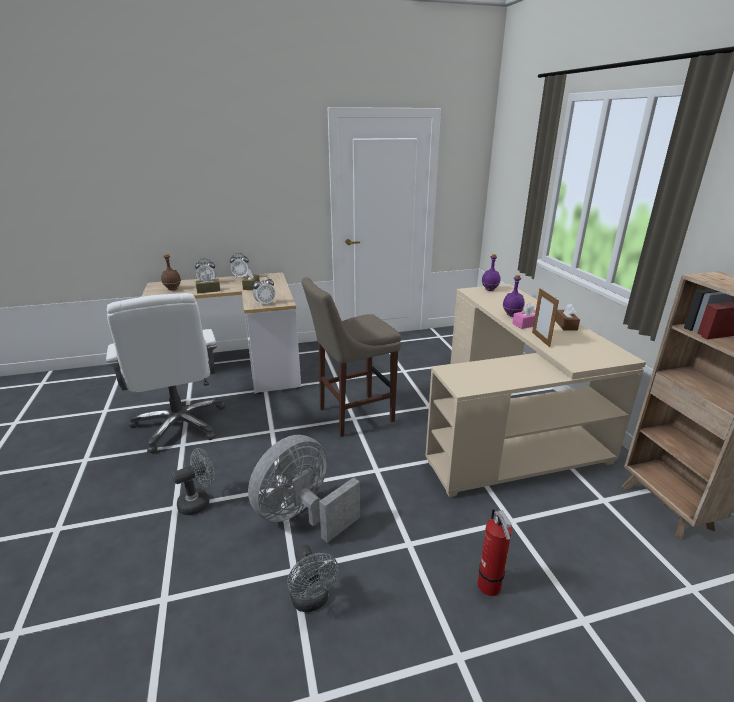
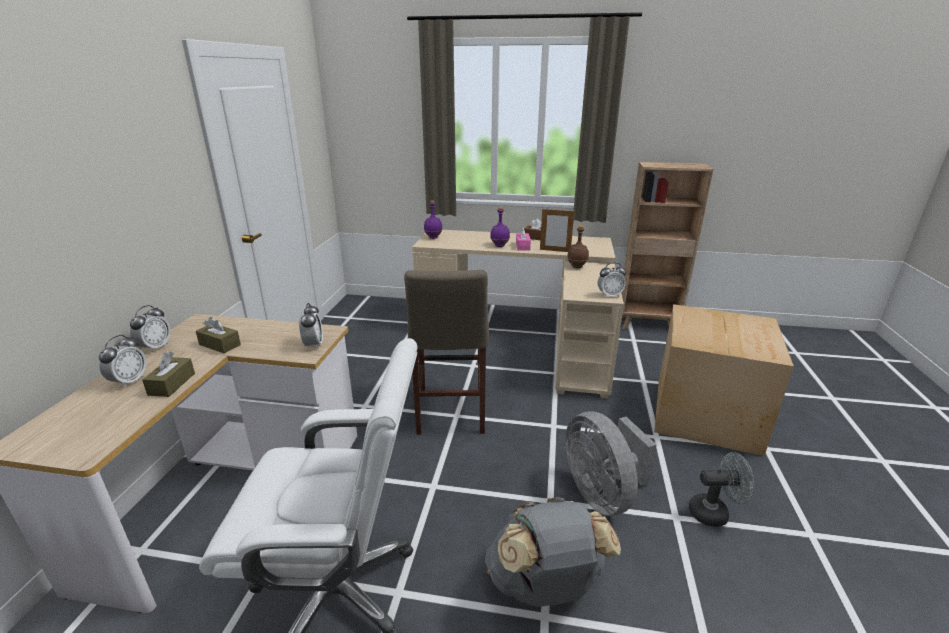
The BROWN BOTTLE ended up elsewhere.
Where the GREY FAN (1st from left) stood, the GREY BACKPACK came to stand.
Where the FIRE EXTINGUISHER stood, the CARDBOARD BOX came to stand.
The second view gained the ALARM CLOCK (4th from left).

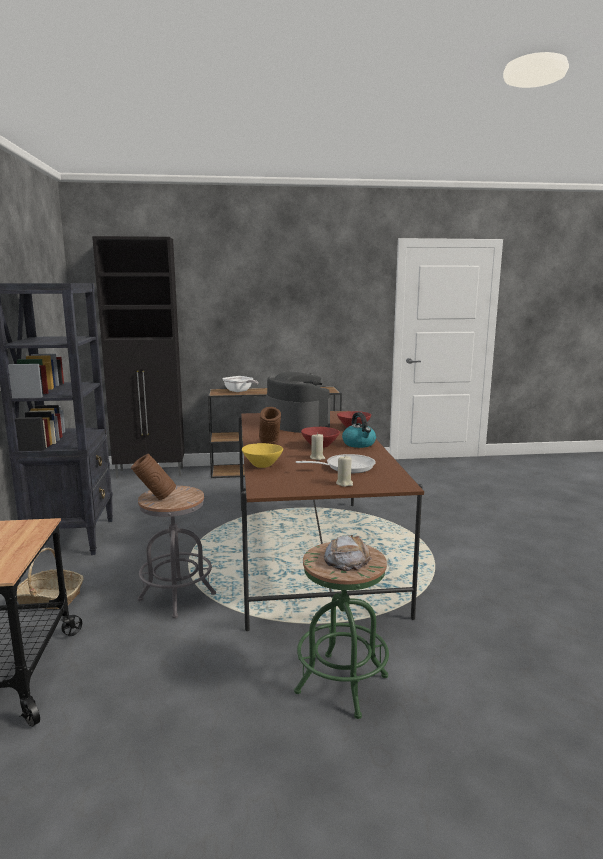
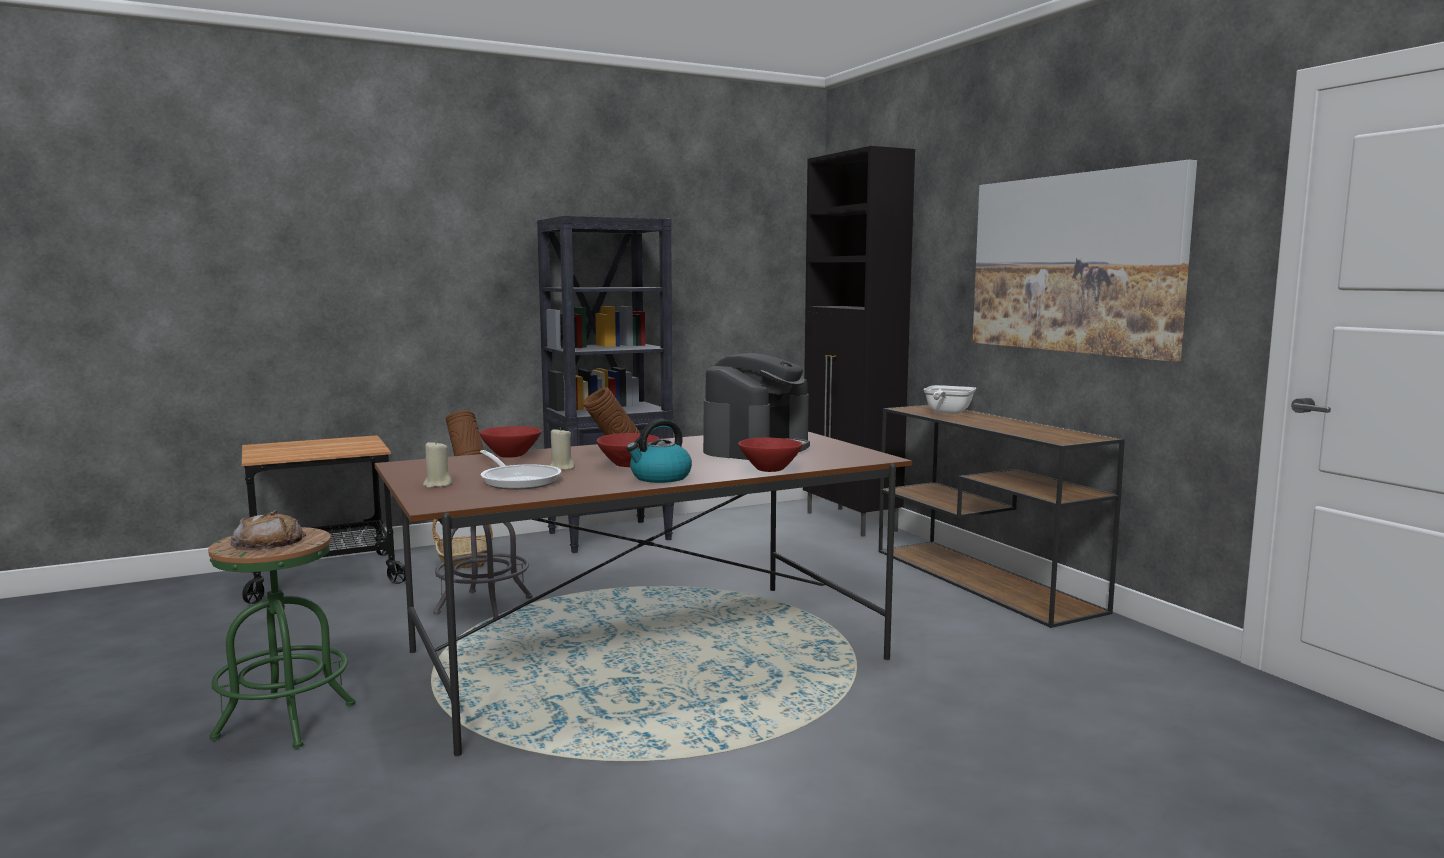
What was the YELLOW BOWL turned into the RED BOWL (1st from left).
The second view gained the PICTURE.

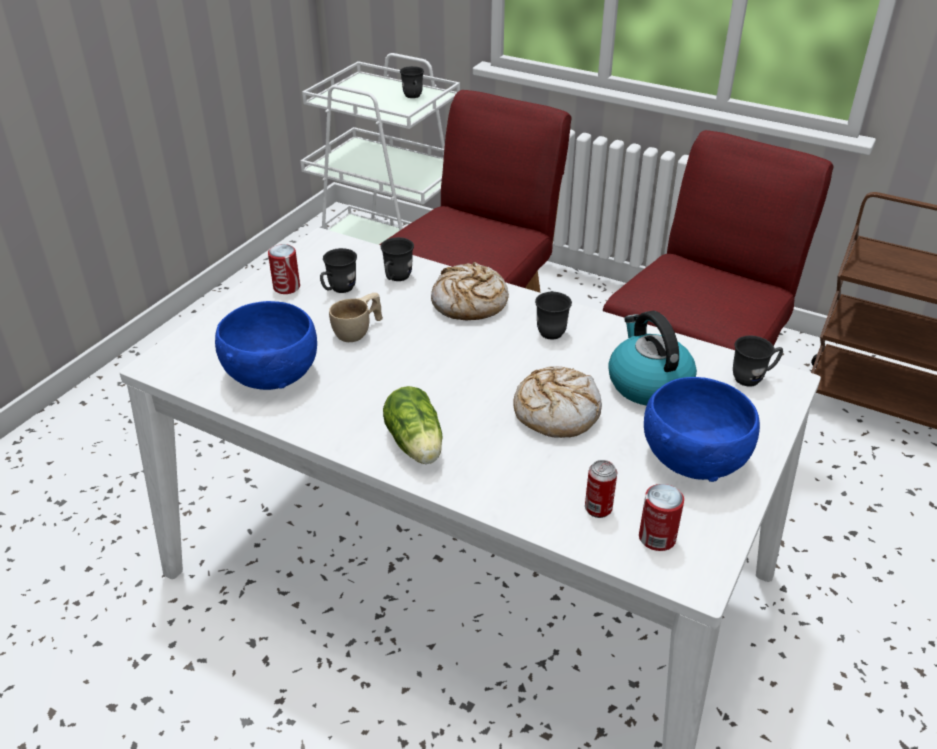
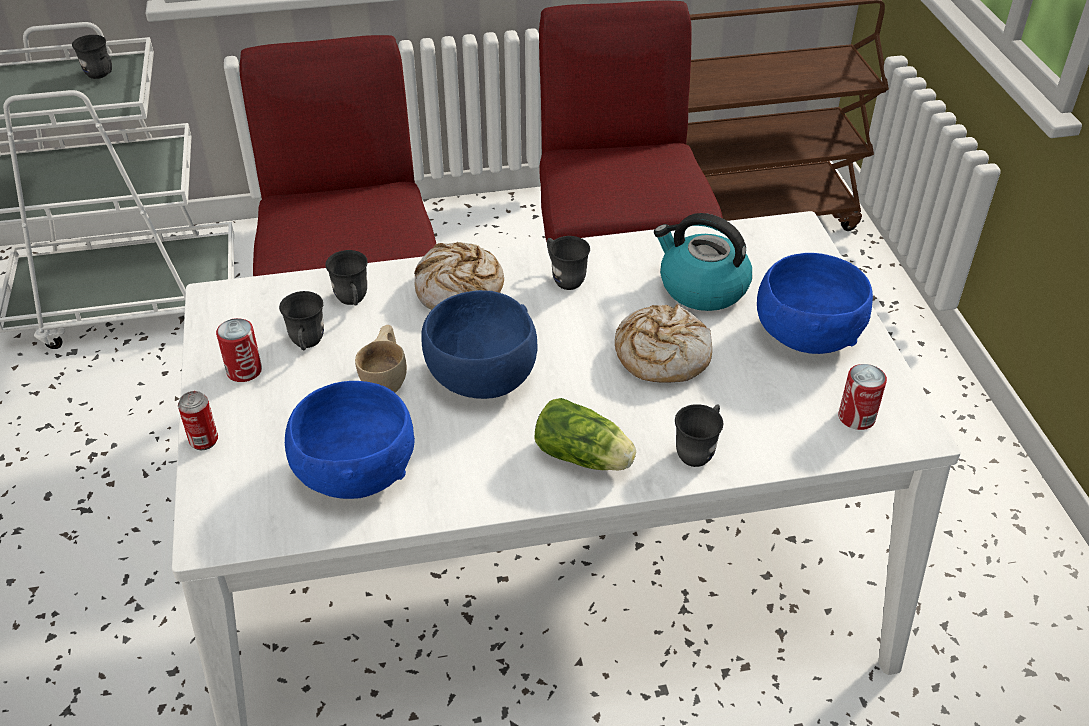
The GREY MUG (5th from left) ended up elsewhere.
The CAN (2nd from left in the first image) ended up elsewhere.
The second view gained the BLUE BOWL (2nd from left).

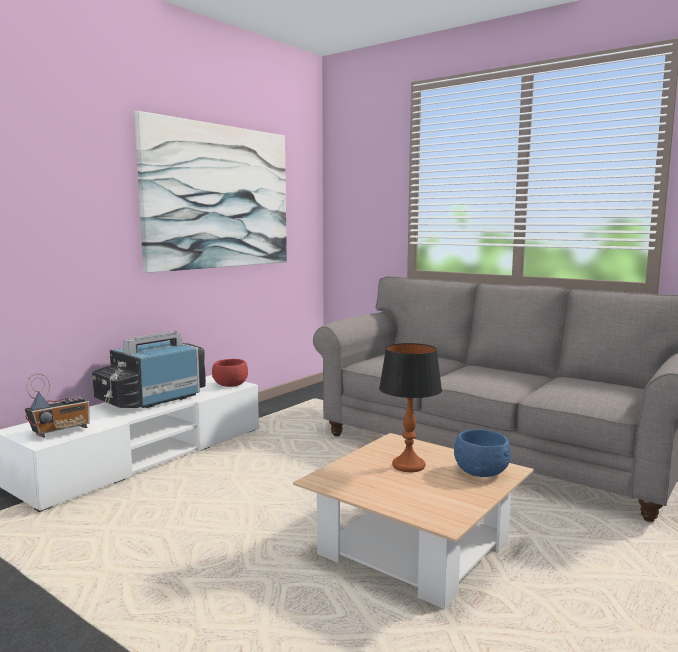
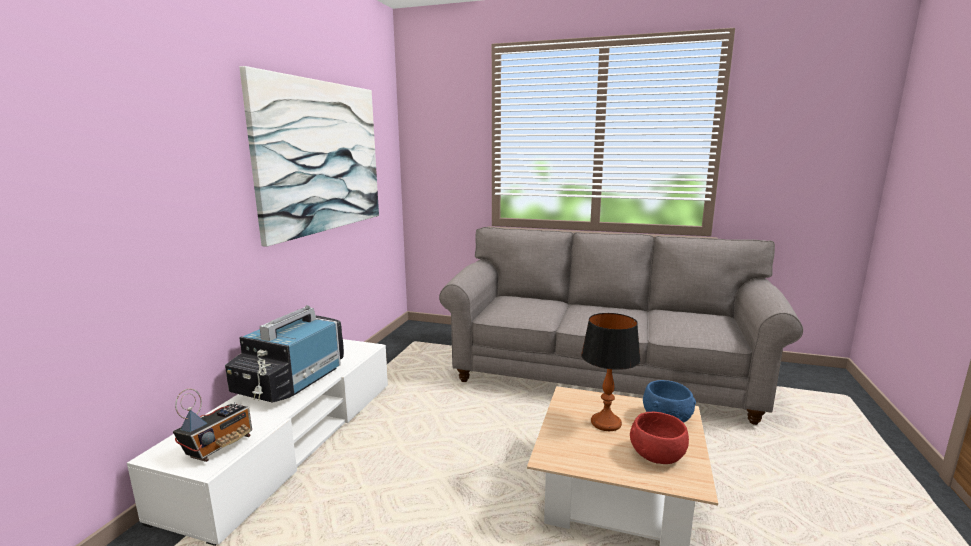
The RED BOWL ended up elsewhere.

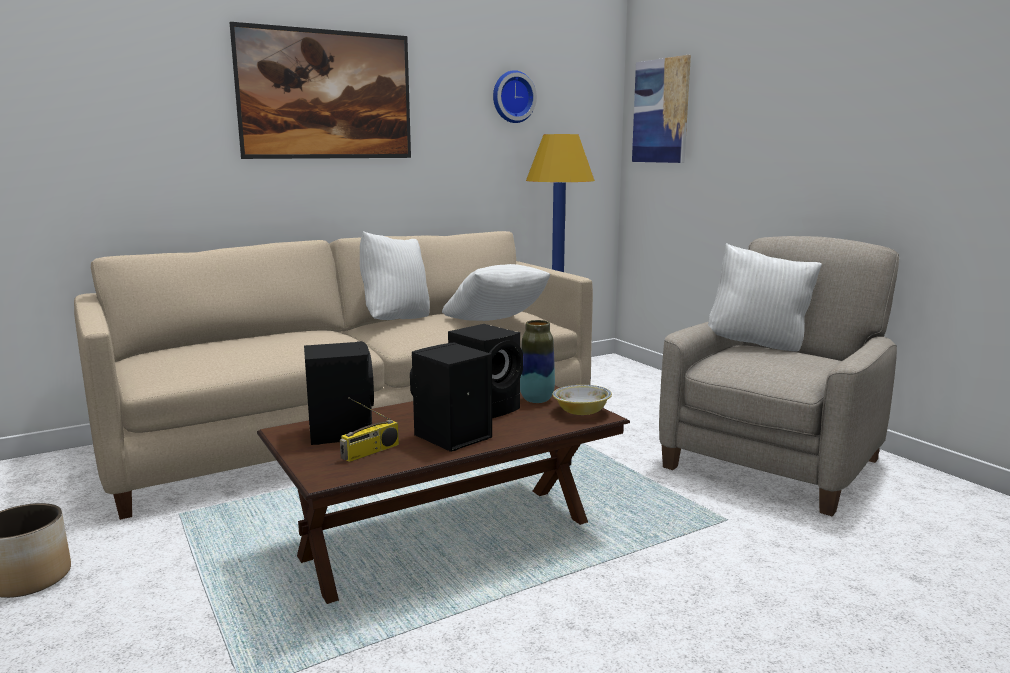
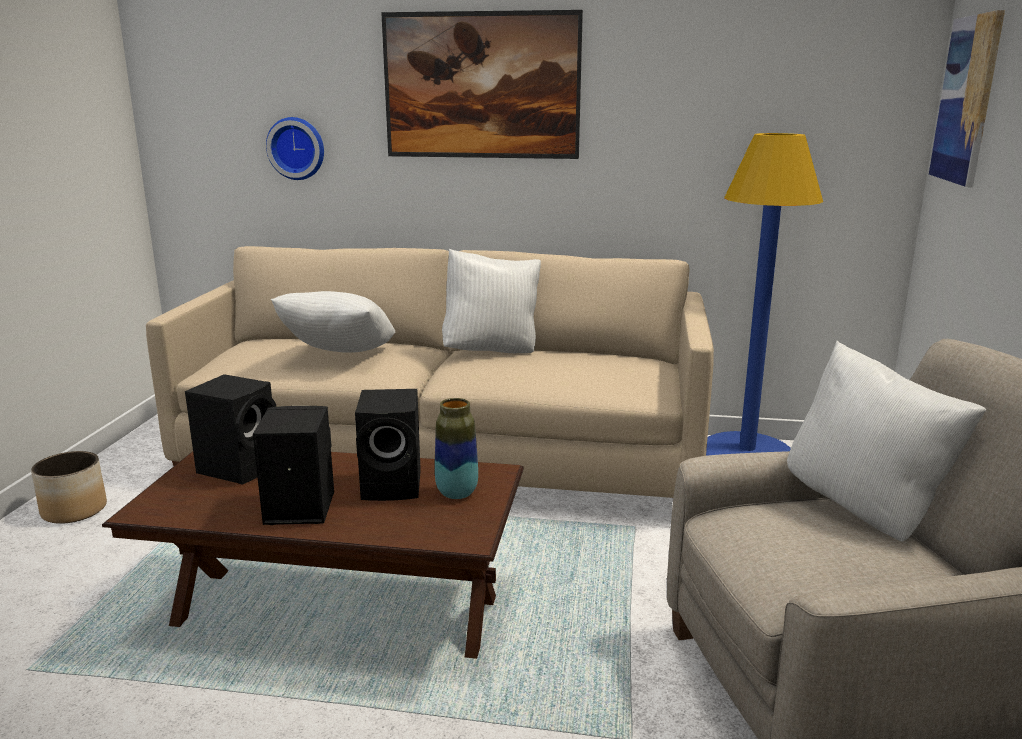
The WALL CLOCK ended up elsewhere.
The WHITE PILLOW (2nd from left in the first image) ended up elsewhere.
The second view lost the BOWL.
The second view lost the RADIO.

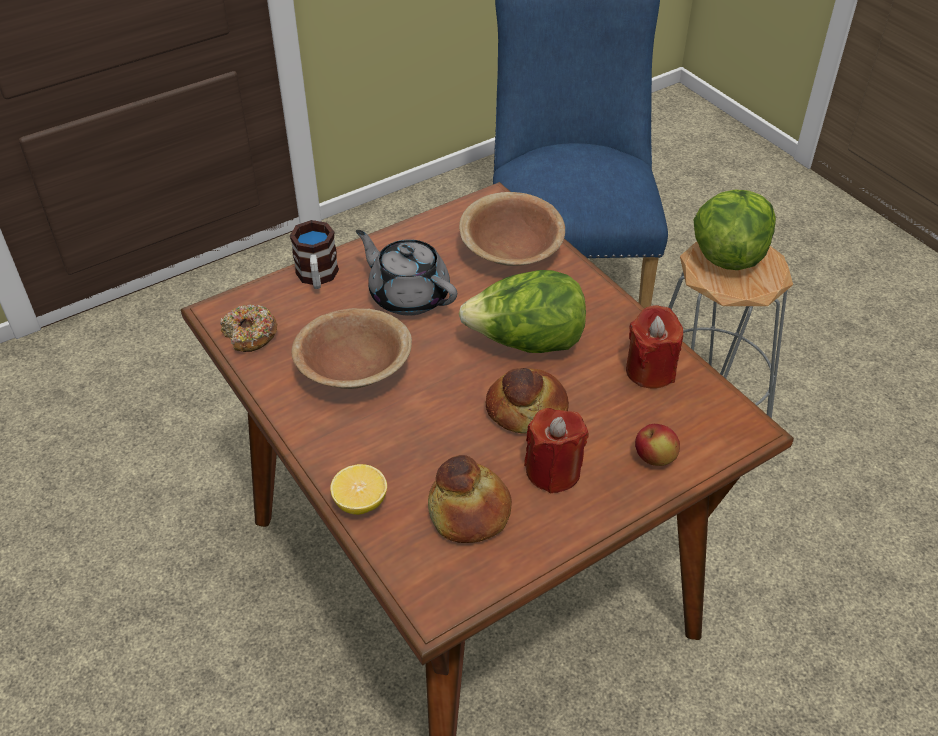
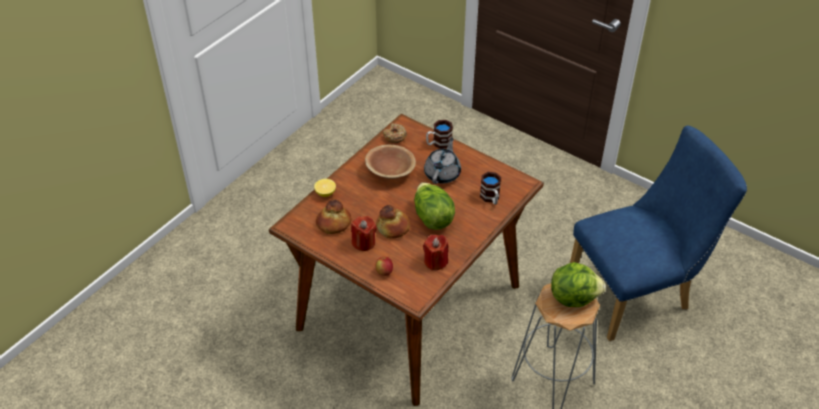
Where the BROWN BOWL (2nd from left) stood, the MUG (2nd from left) came to stand.

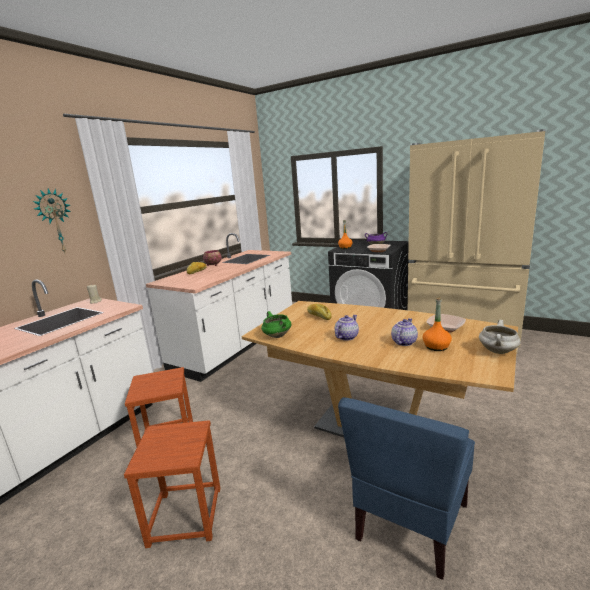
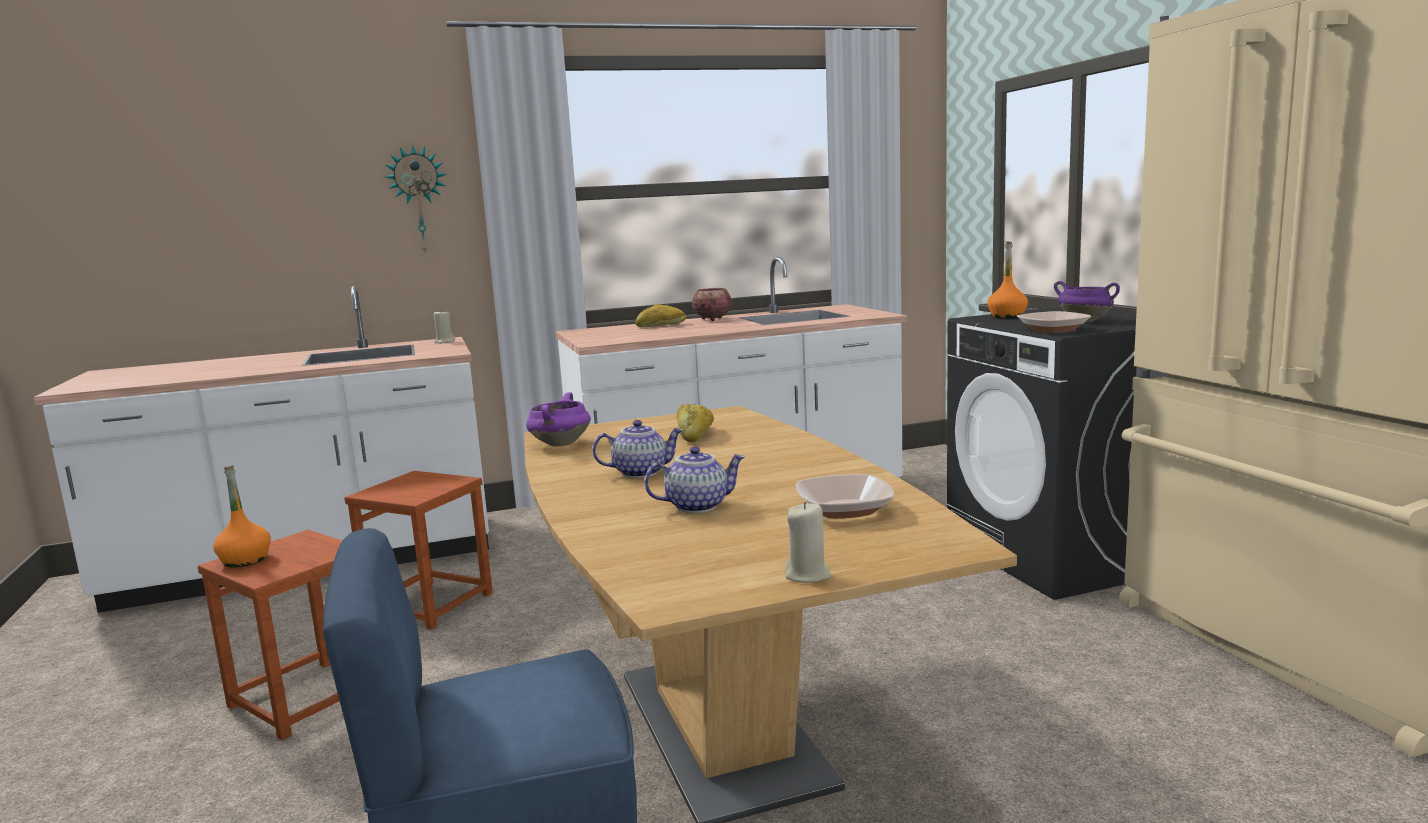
The ORANGE BOTTLE (2nd from left in the first image) ended up elsewhere.
What was the GREEN COOKING POT turned into the PURPLE COOKING POT (1st from left).
Where the WHITE COOKING POT stood, the BEIGE CANDLE (2nd from left) came to stand.

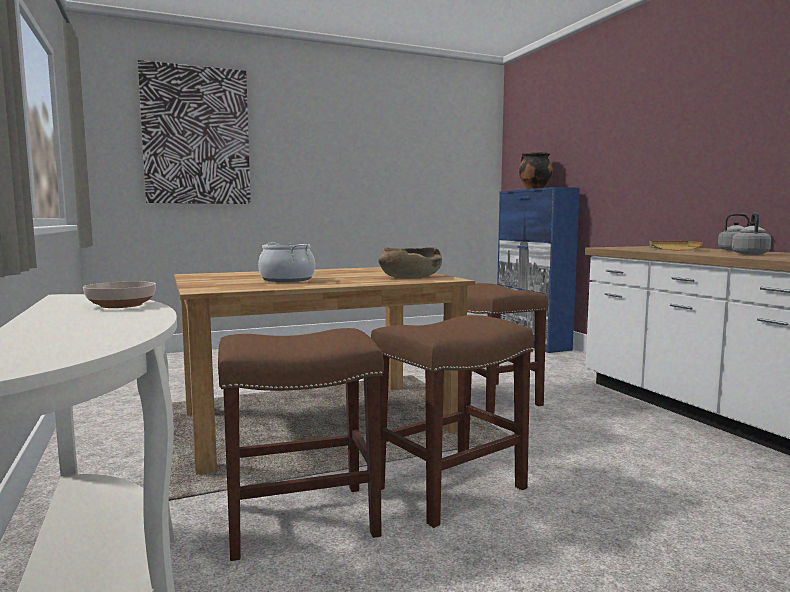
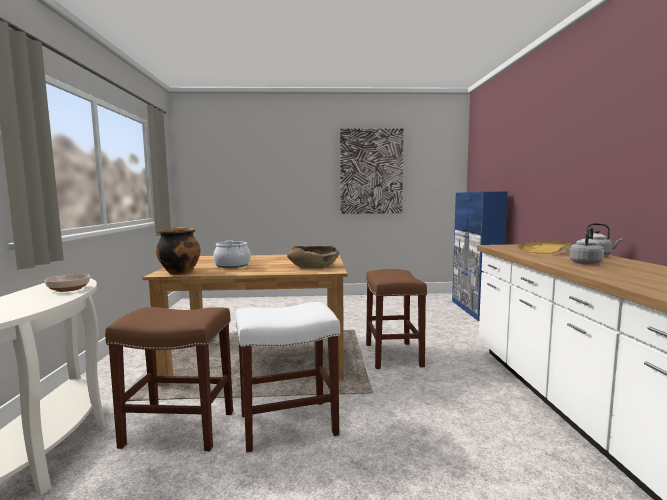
The PICTURE ended up elsewhere.
The COOKING POT (2nd from left in the first image) ended up elsewhere.
What was the BROWN STOOL (2nd from left) turned into the WHITE STOOL.

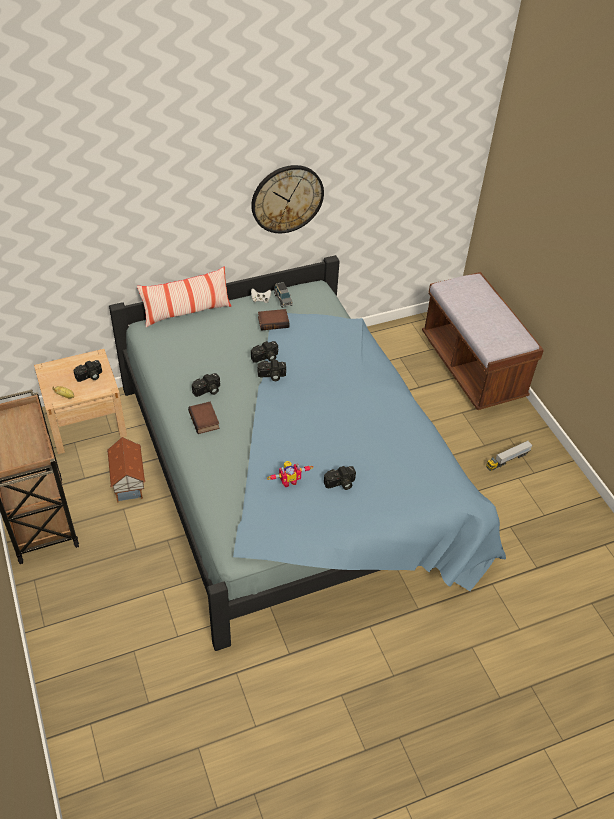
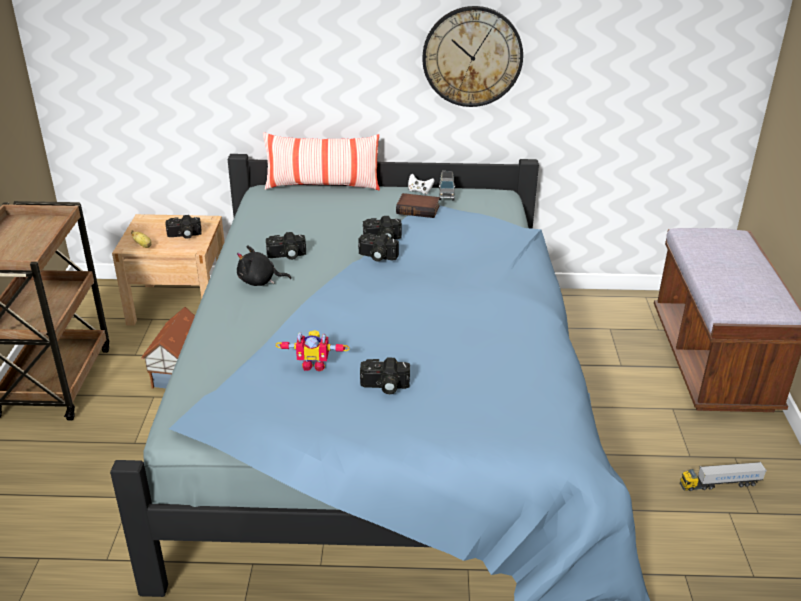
Where the BOOK (1st from left) stood, the BLACK PLUSH TOY came to stand.

